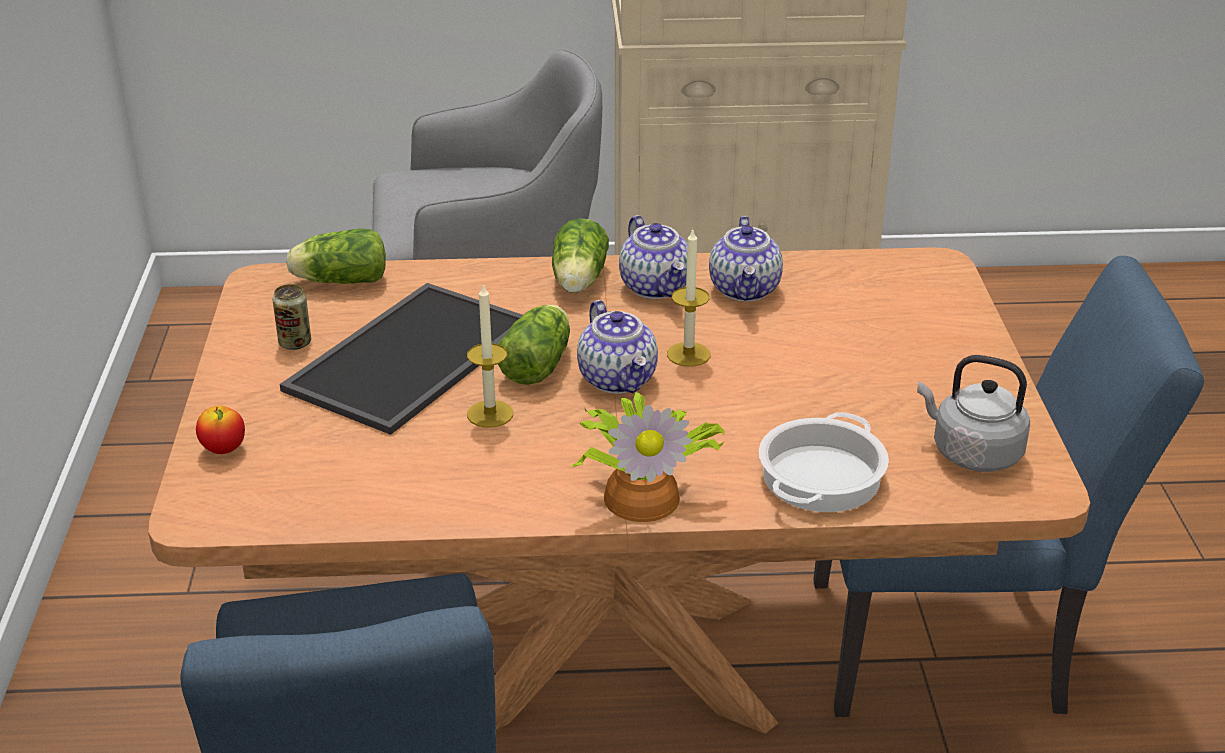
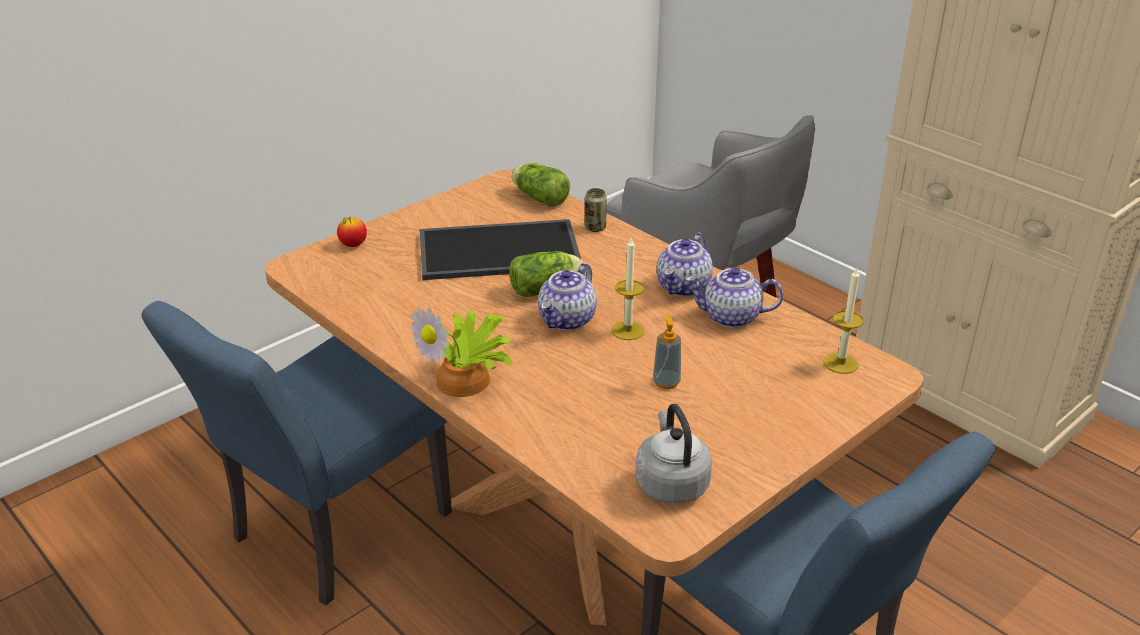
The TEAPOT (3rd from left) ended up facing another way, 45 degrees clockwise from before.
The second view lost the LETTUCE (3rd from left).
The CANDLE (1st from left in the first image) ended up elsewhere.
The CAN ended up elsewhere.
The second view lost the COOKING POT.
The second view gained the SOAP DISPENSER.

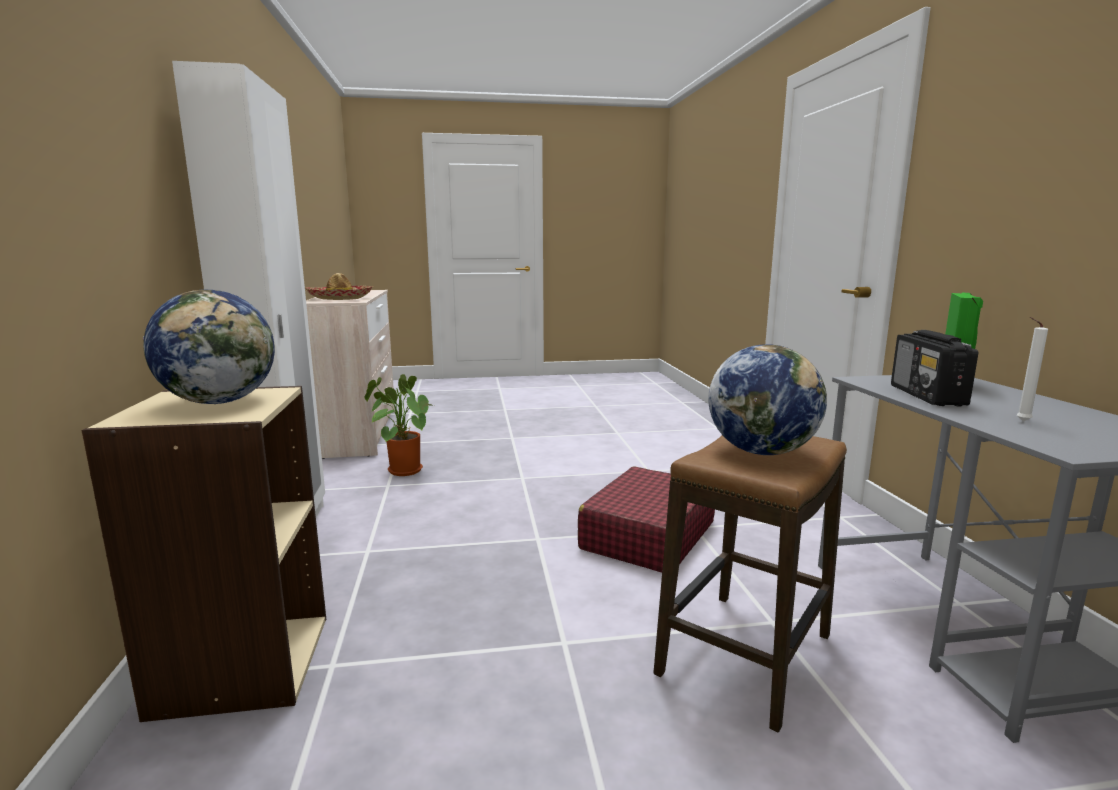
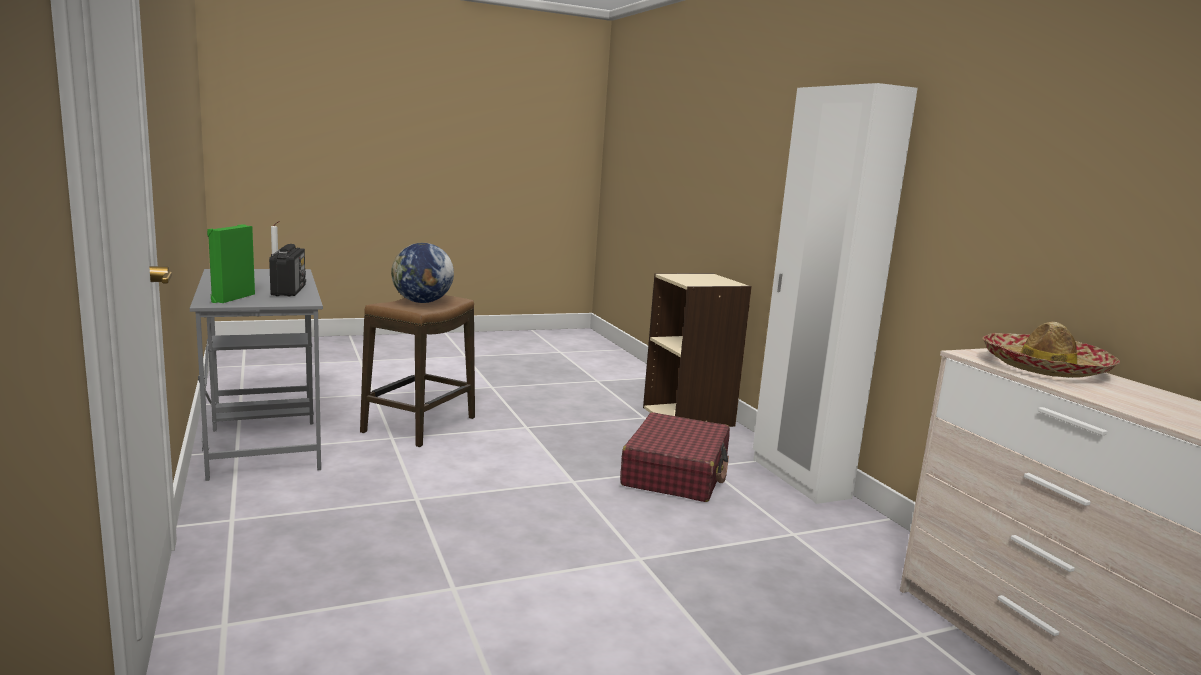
The second view lost the GLOBE (1st from left).
The second view lost the POTTED PLANT.
The RED SUITCASE ended up elsewhere.

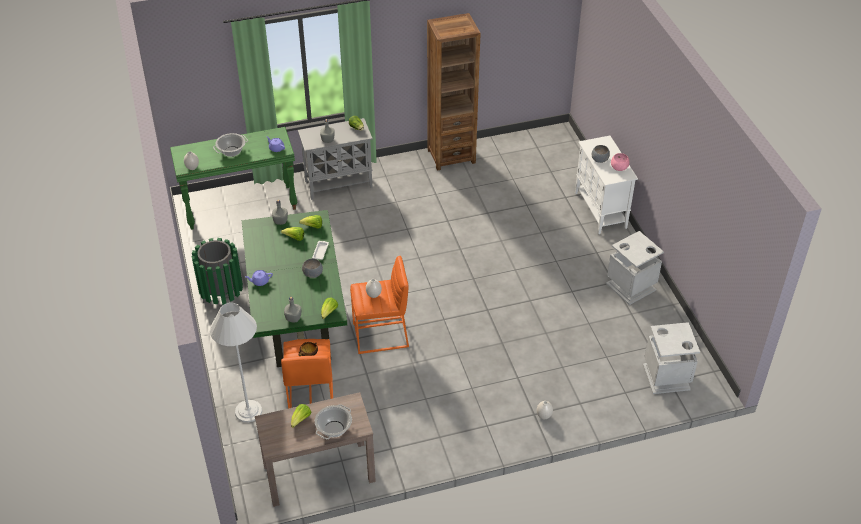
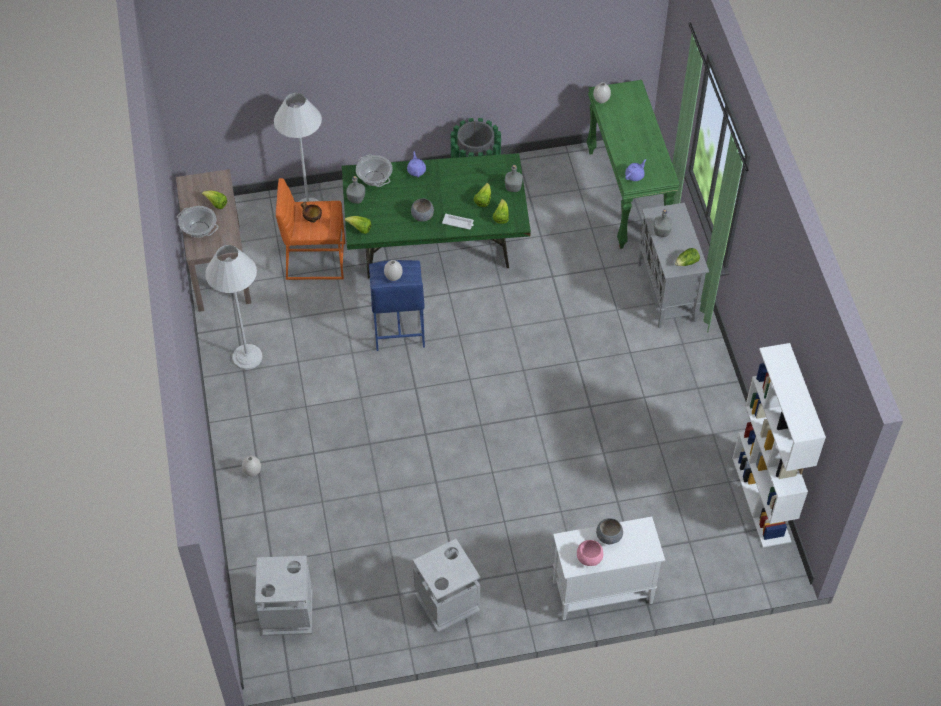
The second view lost the BROWN BOOKCASE.
The COOKING POT (1st from left in the first image) ended up elsewhere.
What was the ORANGE STOOL (2nd from left) turned into the BLUE STOOL.
The second view gained the WHITE FLOOR LAMP (1st from left).
The second view gained the WHITE BOOKCASE.

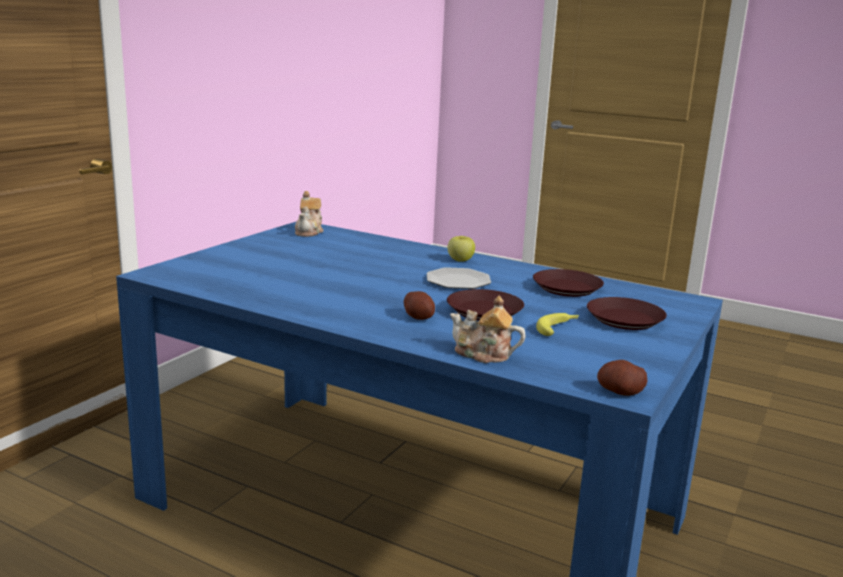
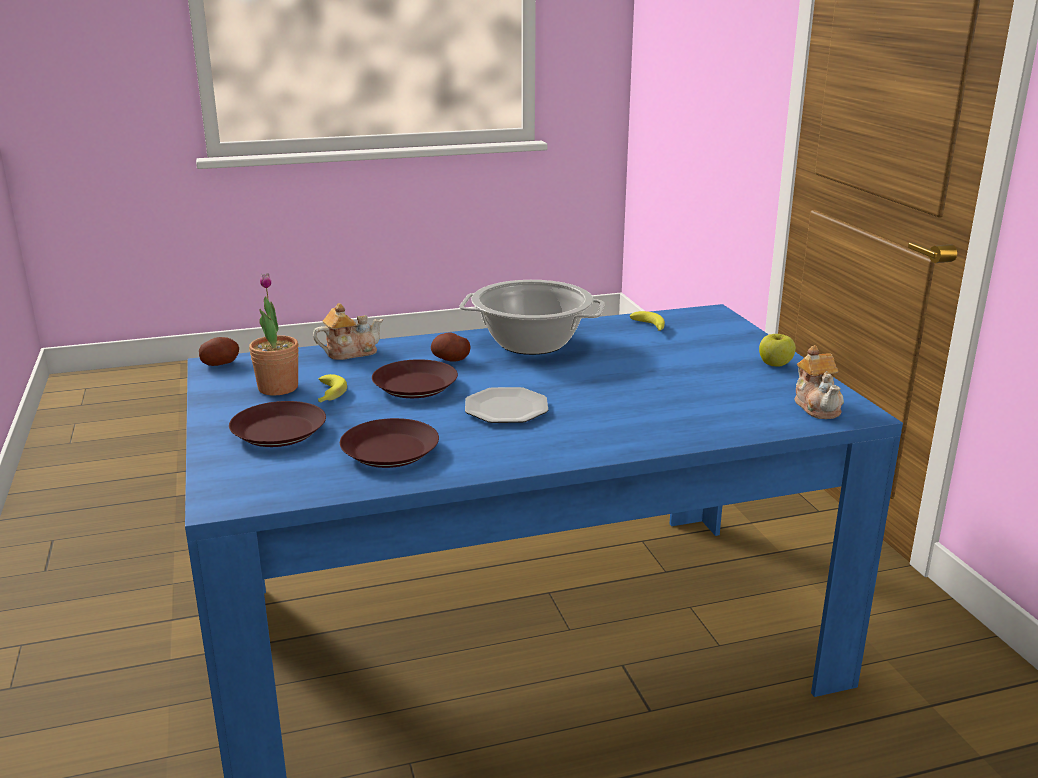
The TEAPOT (1st from left in the first image) ended up facing another way, 150 degrees counterclockwise from before.
The APPLE ended up elsewhere.
The second view gained the POTTED PLANT.
The second view gained the COOKING POT.
The second view gained the BANANA (2nd from left).

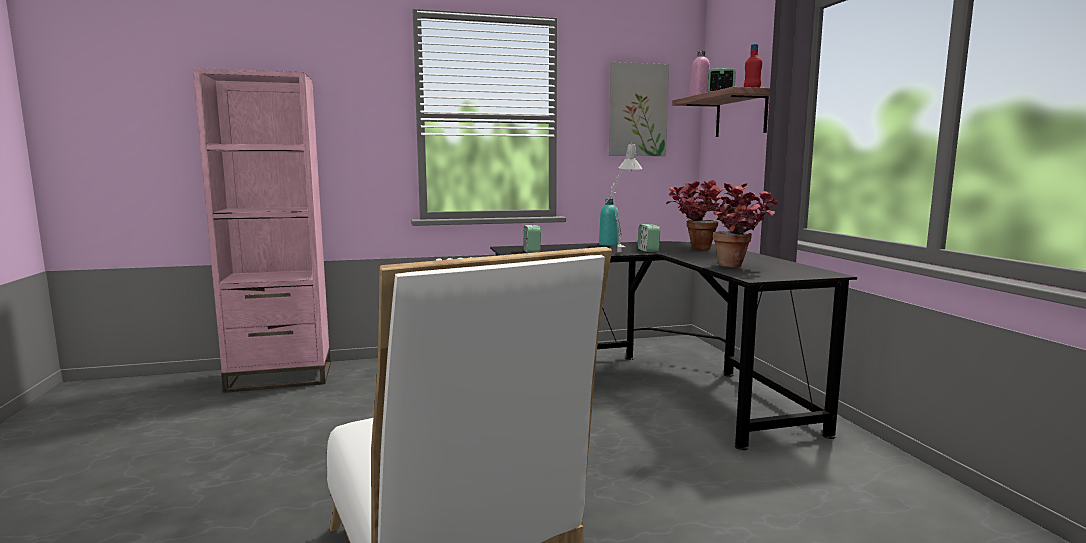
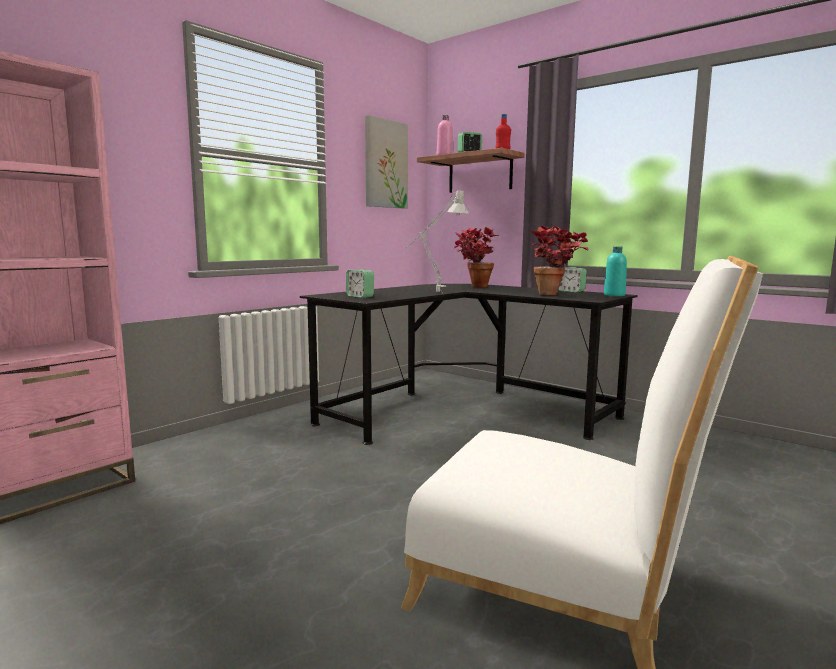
The TURQUOISE BOTTLE ended up elsewhere.
The ALARM CLOCK (2nd from left in the first image) ended up elsewhere.

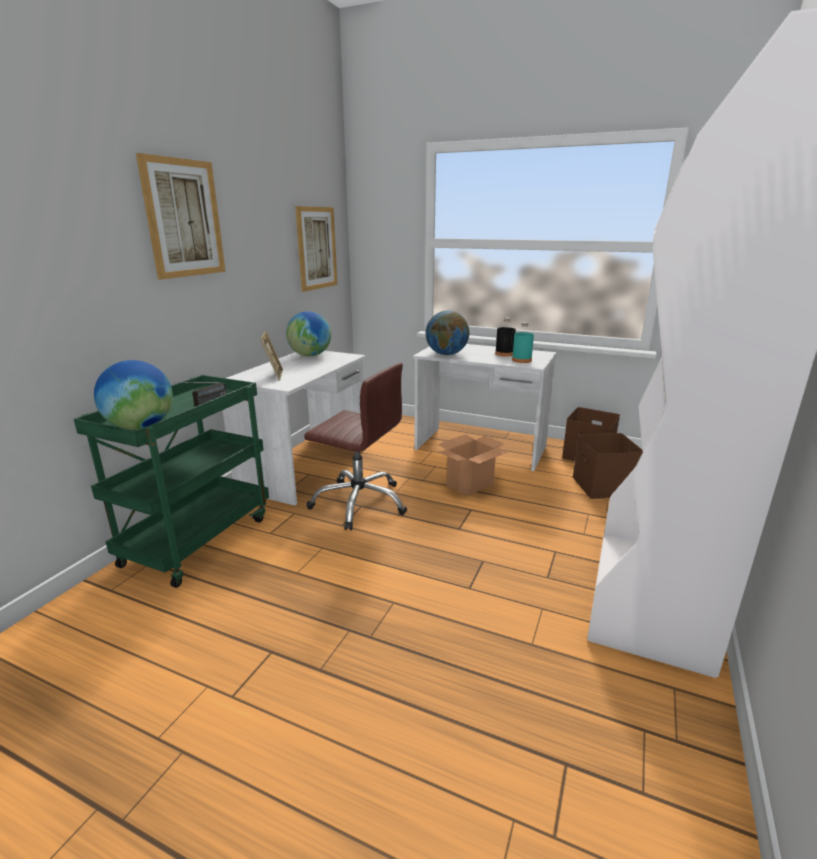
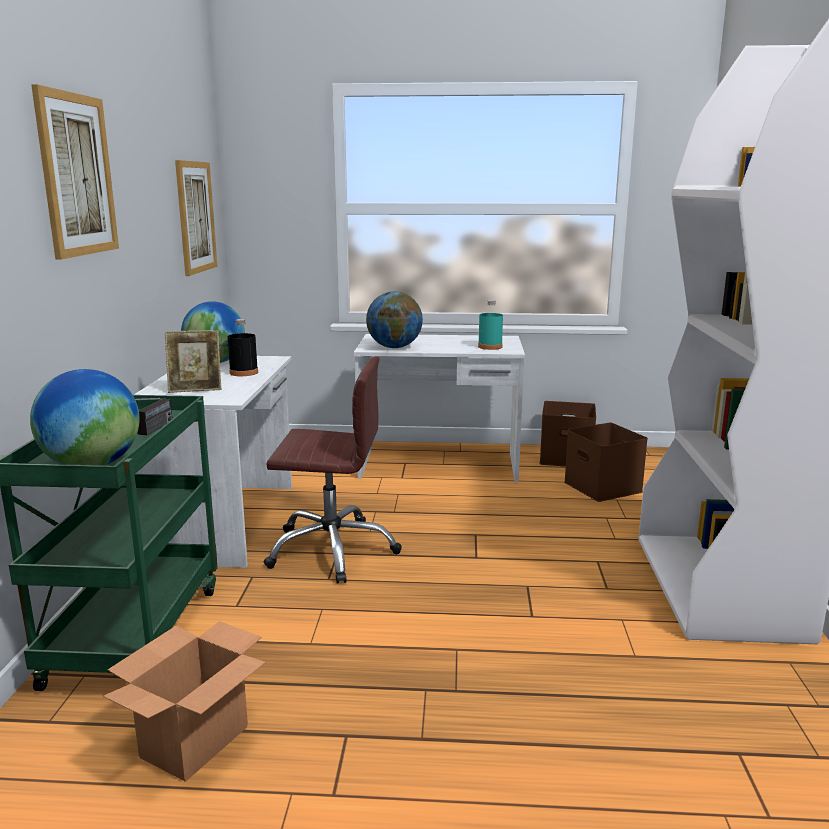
The BLACK BOTTLE ended up elsewhere.
The PICTURE FRAME ended up facing another way, 105 degrees clockwise from before.
The CARDBOARD BOX ended up elsewhere.

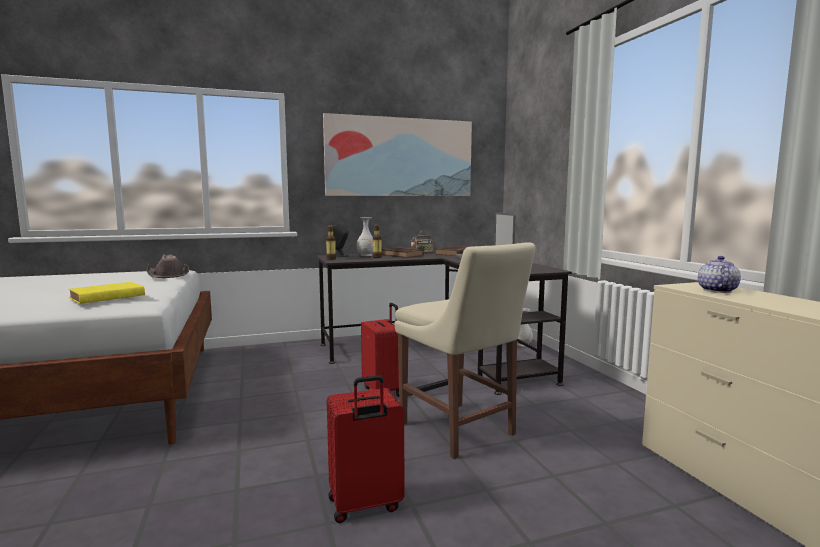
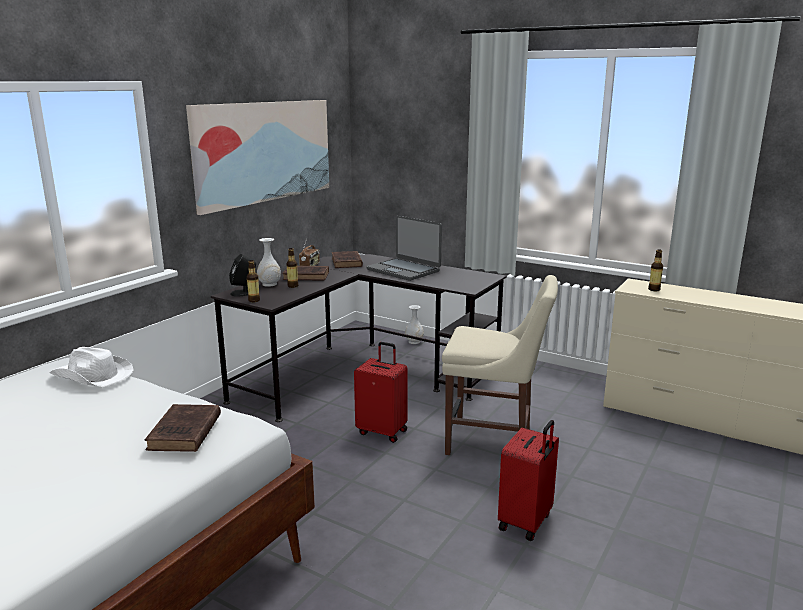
What was the BROWN HAT turned into the WHITE HAT.
Where the TEAPOT stood, the BOTTLE (3rd from left) came to stand.
What was the YELLOW BOOK turned into the BROWN BOOK (1st from left).

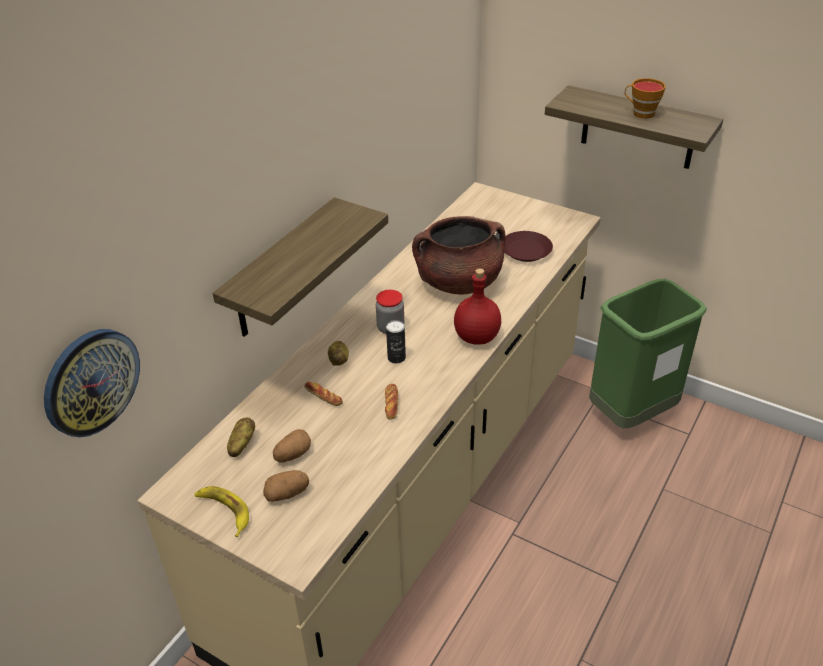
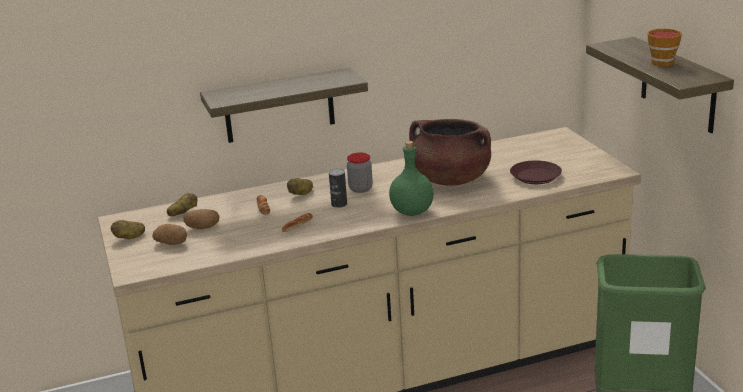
What was the RED BOTTLE turned into the GREEN BOTTLE.
The second view lost the WALL CLOCK.
Where the BANANA stood, the POTATO (1st from left) came to stand.

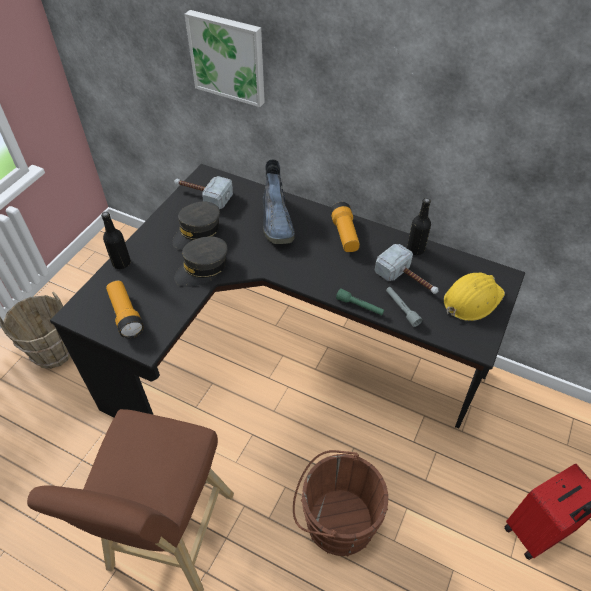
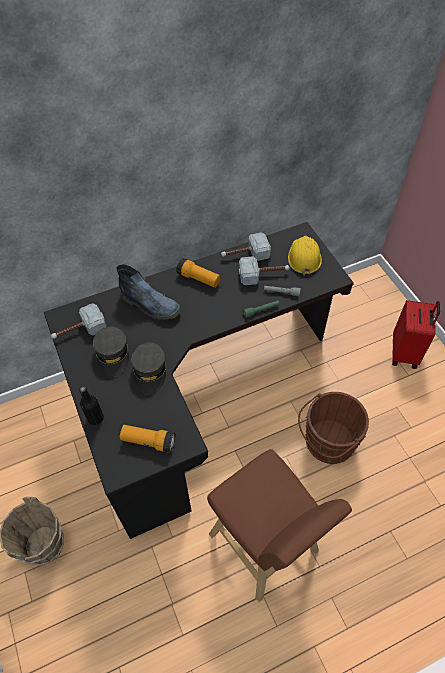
The second view lost the PICTURE.
Where the BLACK BOTTLE (2nd from left) stood, the HAMMER (2nd from left) came to stand.

